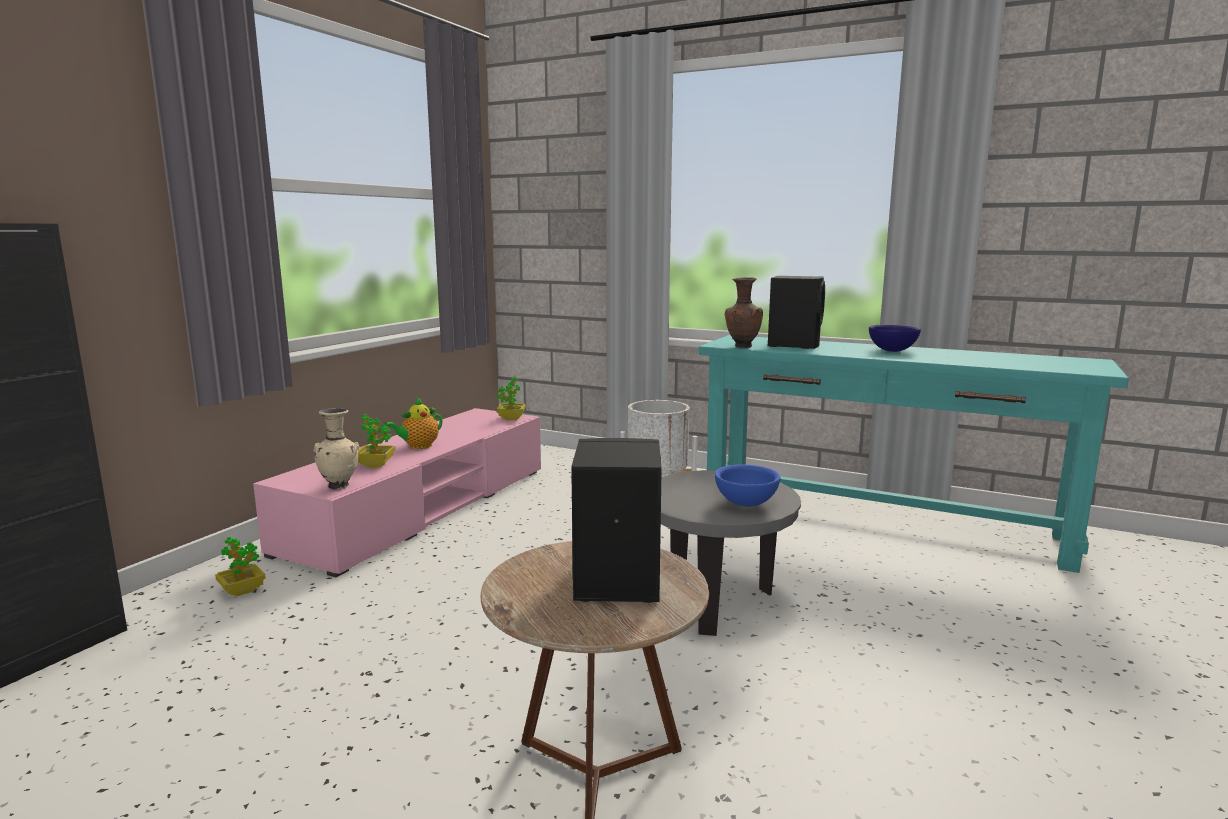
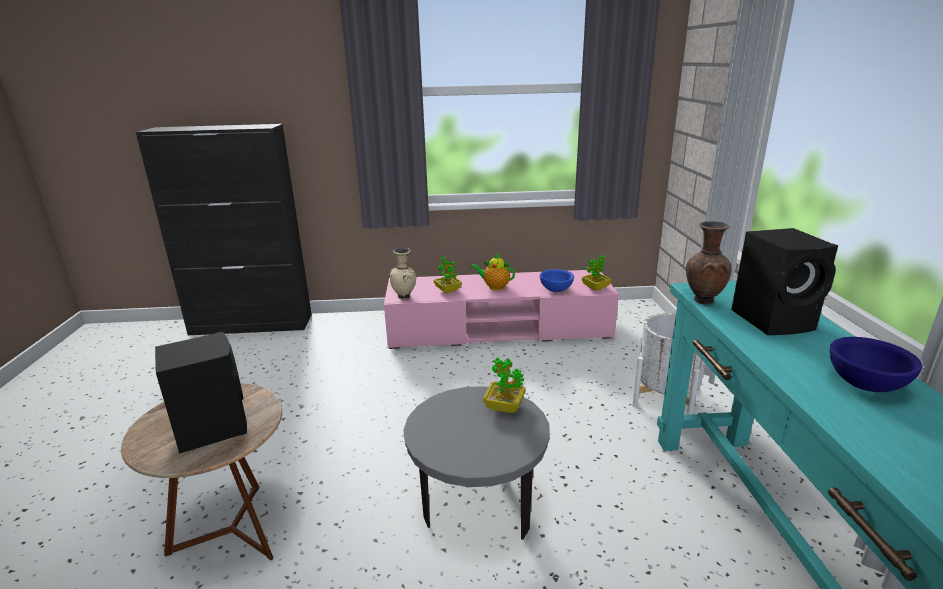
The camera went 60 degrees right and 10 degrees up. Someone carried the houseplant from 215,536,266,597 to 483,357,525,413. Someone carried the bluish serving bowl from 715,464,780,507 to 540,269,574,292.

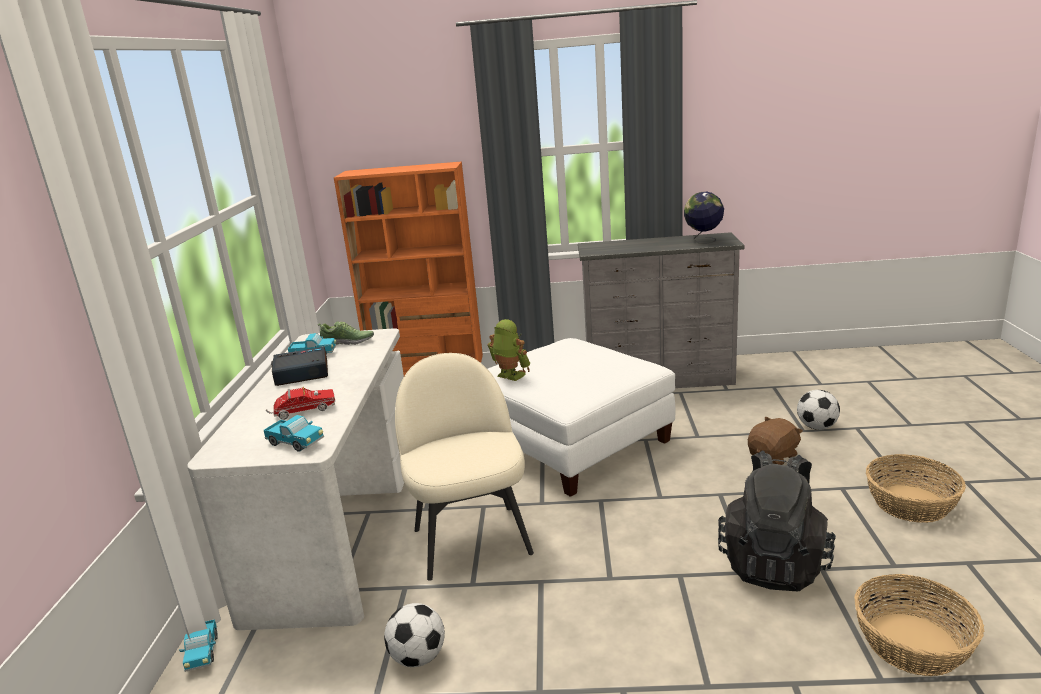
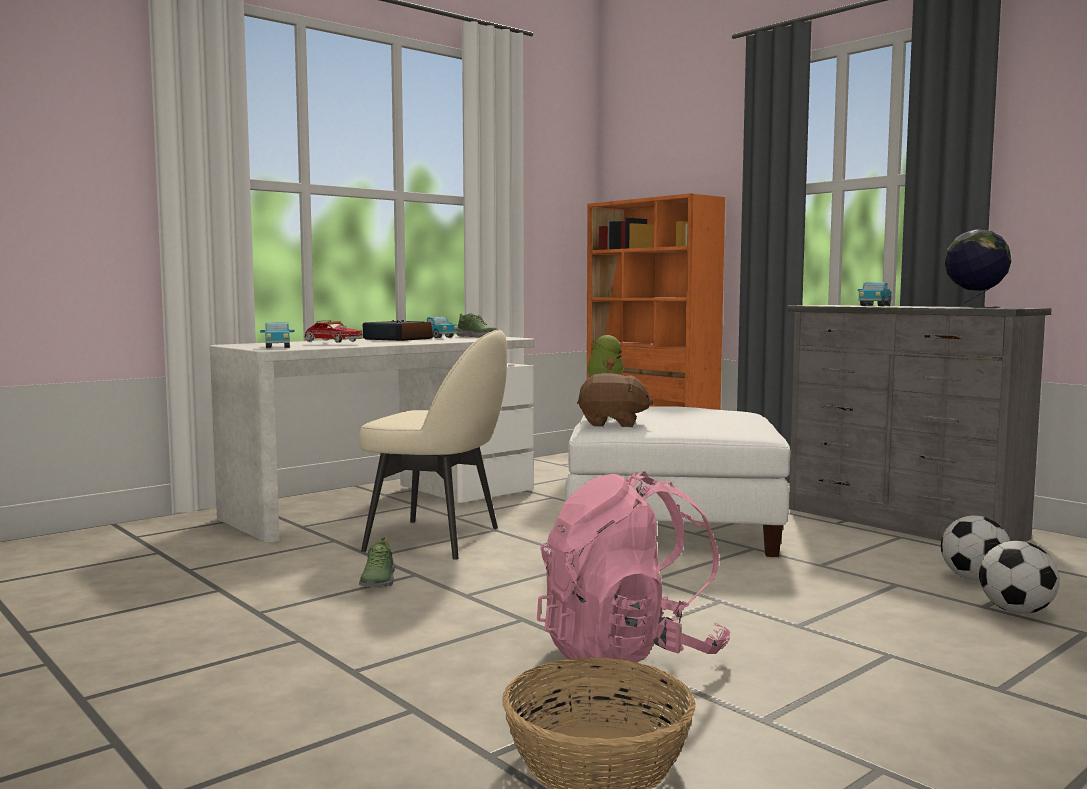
The camera went 45 degrees right and 15 degrees down. Someone took away the basket at 866,454,966,523. Someone put down the item of footwear at 359,537,395,588. Someone carried the model truck from 179,619,218,672 to 858,282,892,306. Someone carried the football from 384,603,445,667 to 941,516,1010,581. Someone carried the brown-coloured soft toy from 748,416,803,465 to 577,373,654,427. Someone repainted the black backpack at 718,451,836,591, which became the pink-coloured backpack at 537,471,731,670. Someone rotated the sand-coloured chair at 395,353,534,581 by 75 degrees clockwise.

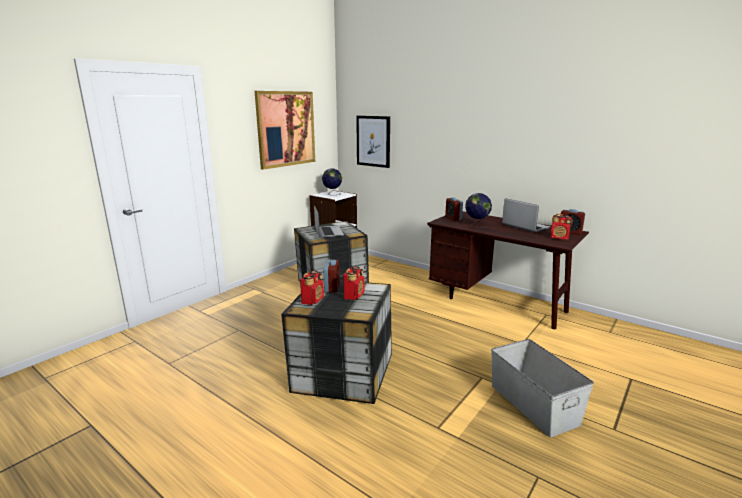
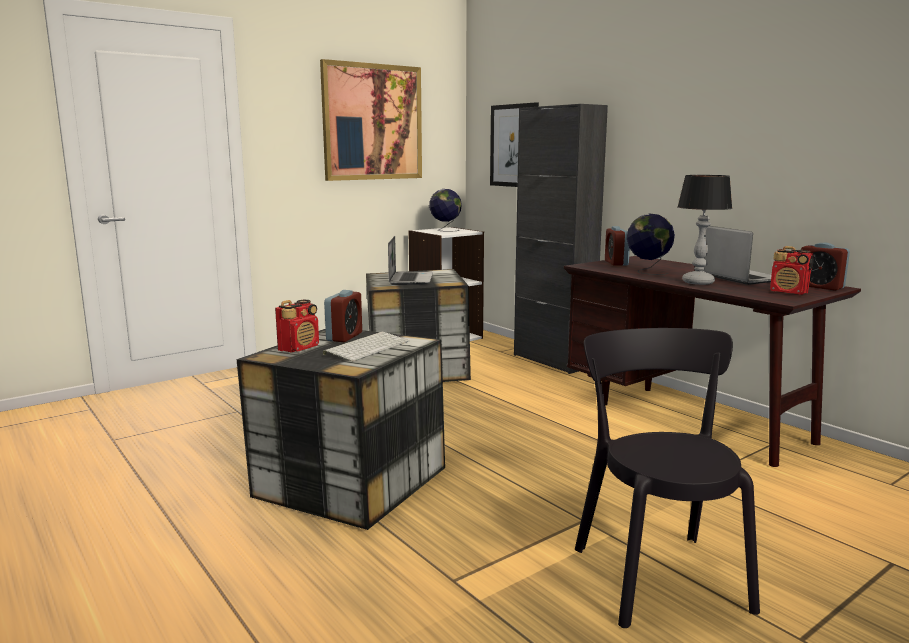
The camera went 15 degrees right and 5 degrees down. Someone put down the black cupboard at 514,104,608,374. Someone put down the table lamp at 677,175,732,285. Someone swapped the radio at 343,266,365,300 for the keyboard at 323,332,409,362. Someone swapped the greyish storage bin at 491,339,594,438 for the black chair at 575,328,760,628.

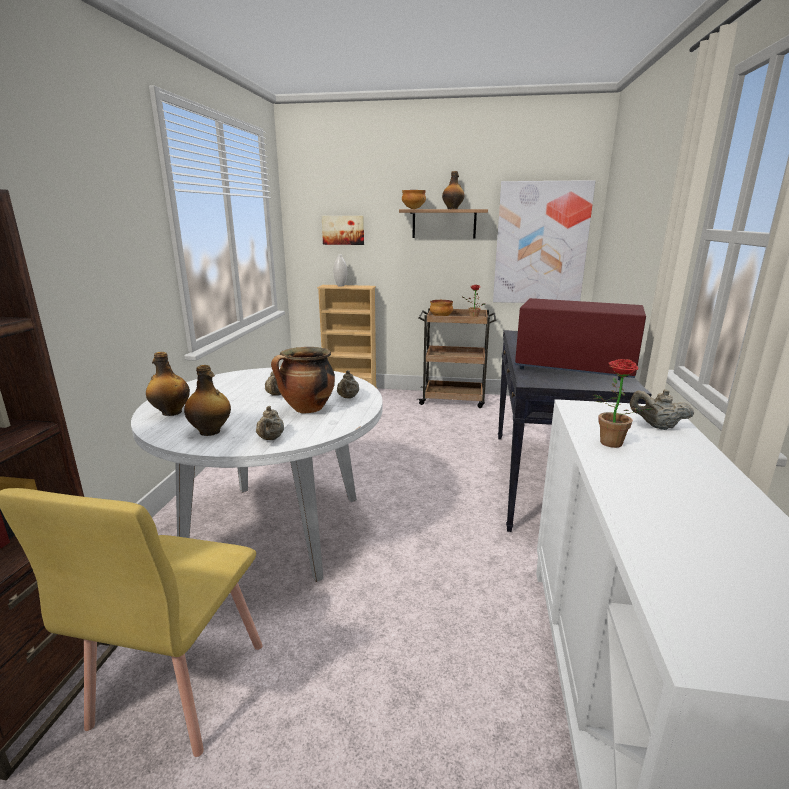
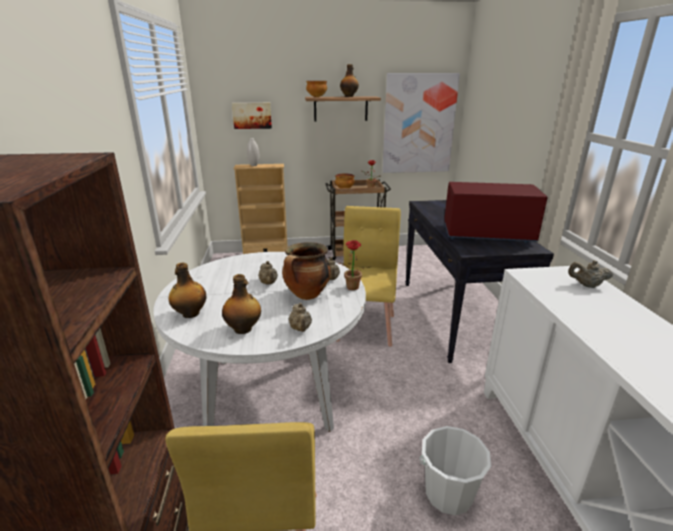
The camera went 15 degrees left and 5 degrees up. Someone put down the yellow chair at 337,206,401,346. Someone put down the whitish bucket at 419,426,491,516. Someone carried the houseplant from 593,359,654,448 to 338,240,369,290.

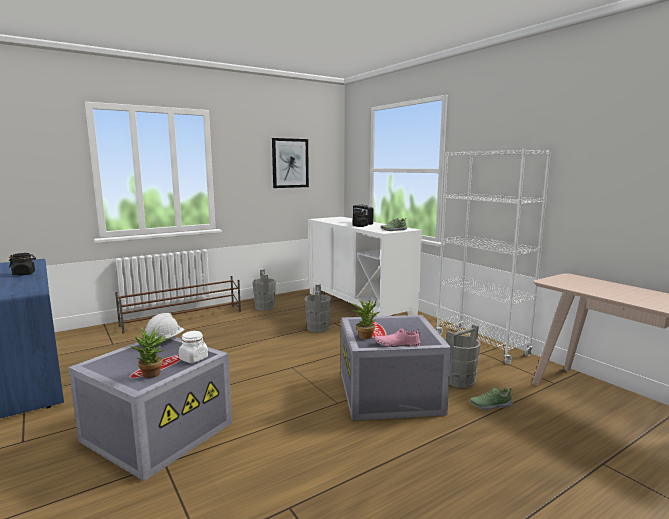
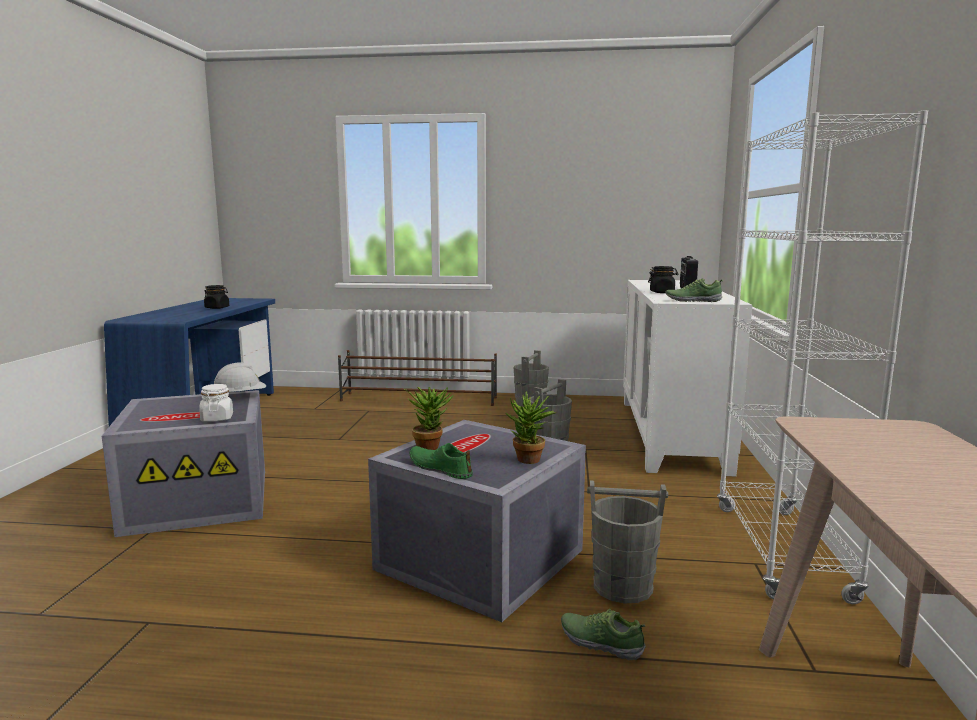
The camera went 40 degrees right and 0 degrees up. Someone took away the picture at 272,138,309,188. Someone carried the houseplant from 130,327,170,378 to 506,392,557,464. Someone repainted the pink-coloured item of footwear at 374,328,421,347, which became the green-coloured item of footwear at 409,443,473,479.

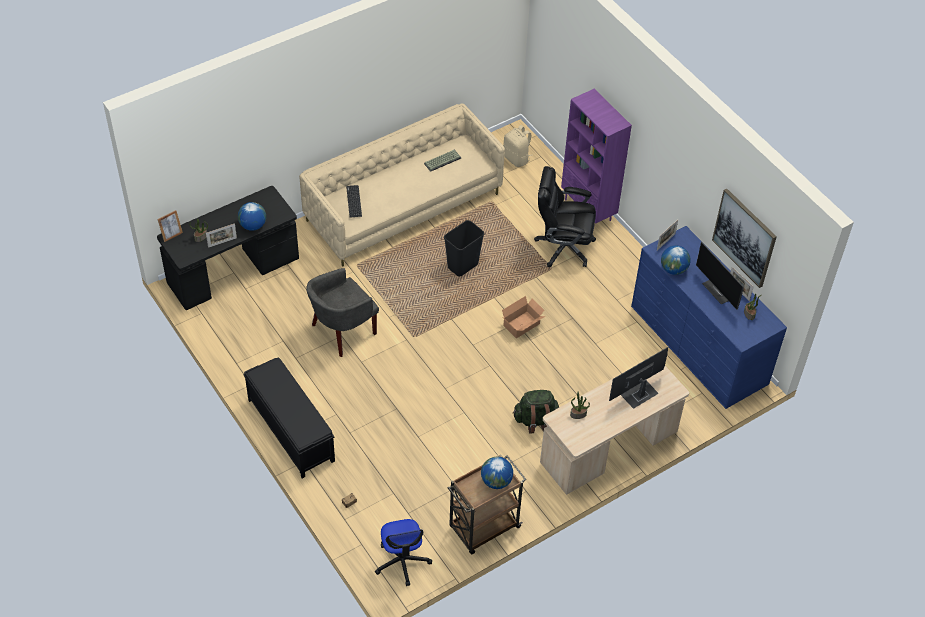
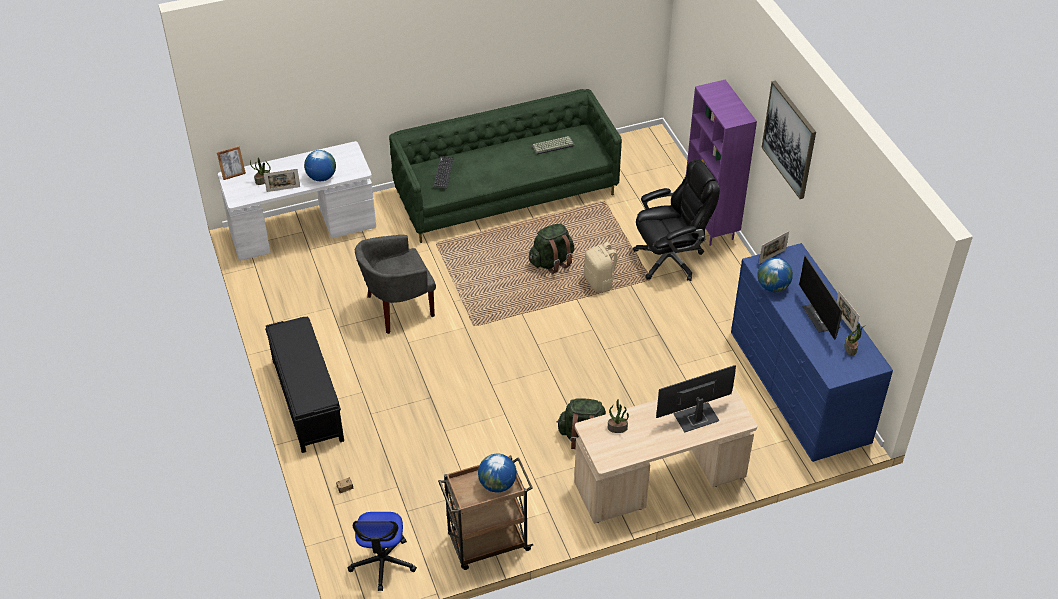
The camera went 15 degrees right and 5 degrees down. Someone took away the cardboard box at 502,296,545,339. Someone carried the sand-coloured backpack from 503,125,532,167 to 584,242,620,293. Someone carried the picture from 712,188,777,288 to 761,80,816,199. Someone swapped the black waste bin at 444,220,484,276 for the green-coloured backpack at 529,223,574,274. Someone repainted the black desk at 157,186,299,310, which became the whitish desk at 218,141,376,261. Someone repainted the sand-coloured settee at 299,103,505,267, which became the green-coloured settee at 389,89,622,243. Someone rotated the black office chair at 534,166,596,267 by 135 degrees clockwise.

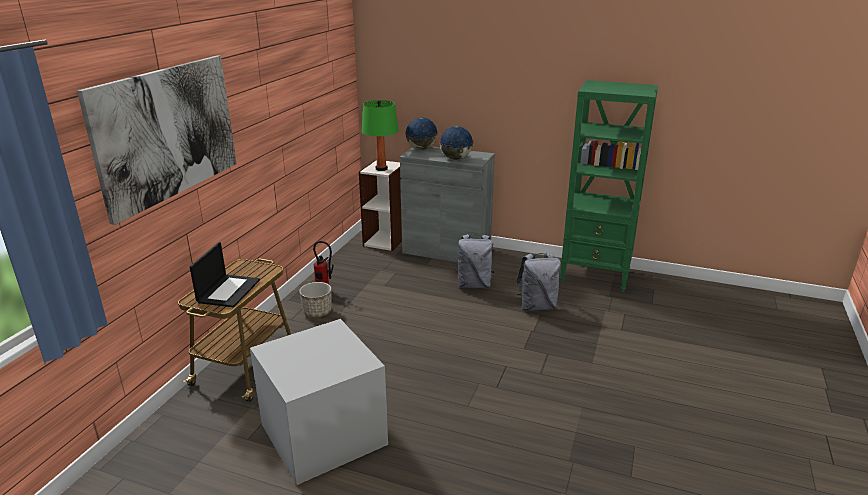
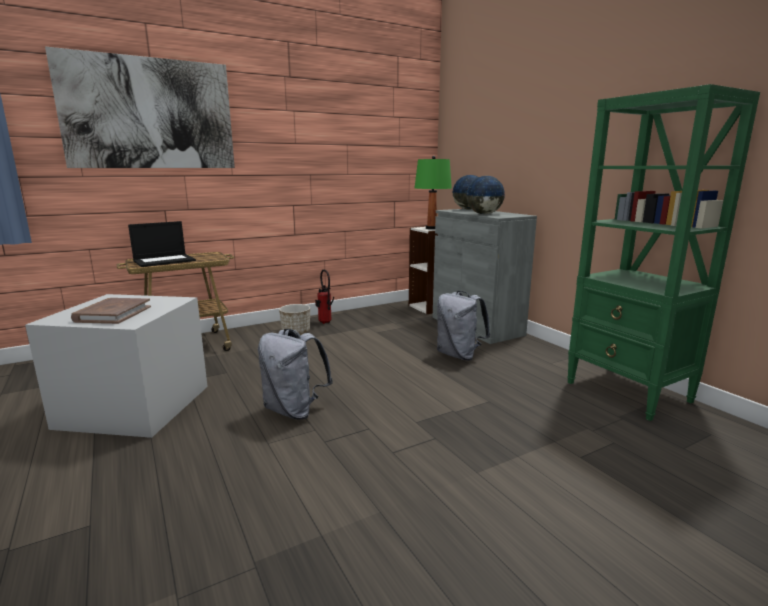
The camera went 40 degrees right and 10 degrees down. Someone put down the brown-coloured book at 71,298,151,324. Someone carried the greyish backpack from 516,252,561,311 to 258,329,333,420.

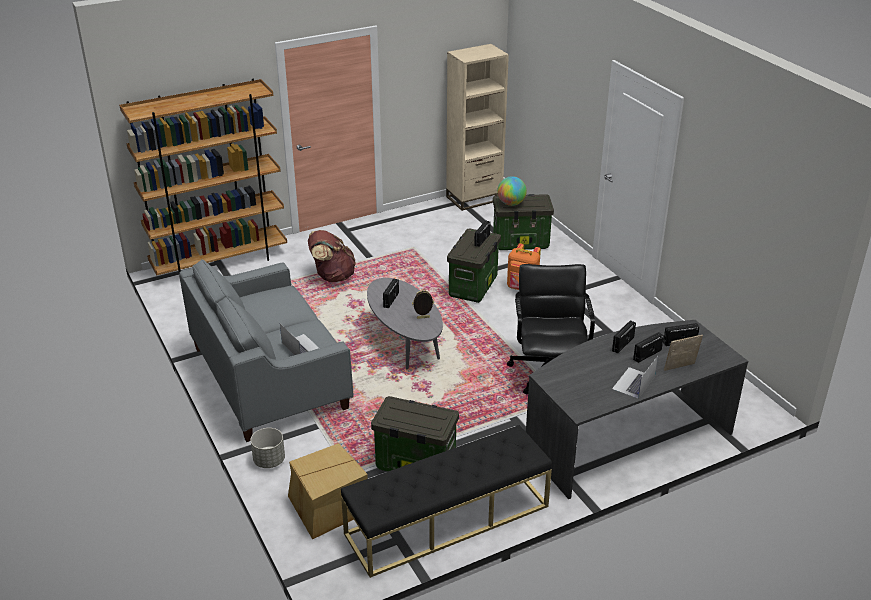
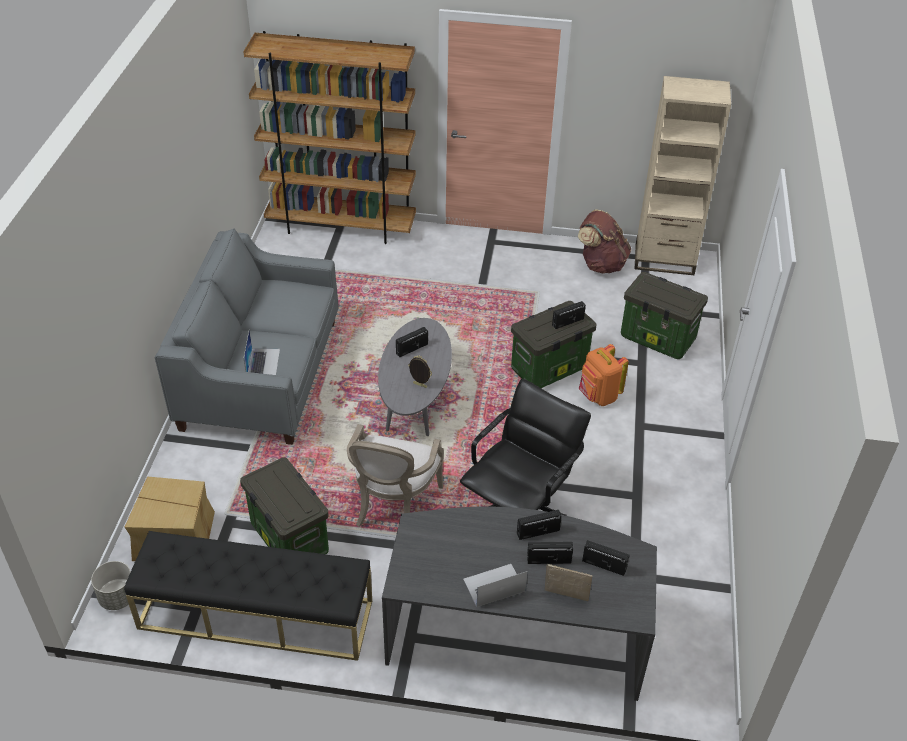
The camera went 35 degrees right and 10 degrees up. Someone took away the globe at 497,176,527,206. Someone put down the armchair at 347,424,444,527. Someone carried the greyish flower pot from 250,428,285,468 to 91,561,131,610. Someone carried the brown-coloured backpack from 308,230,356,282 to 578,210,631,273.

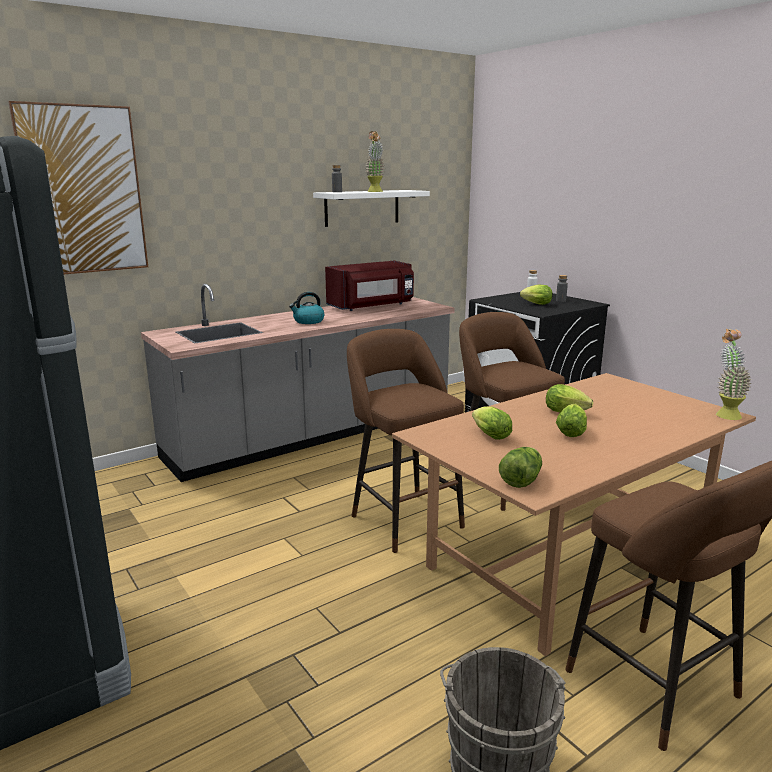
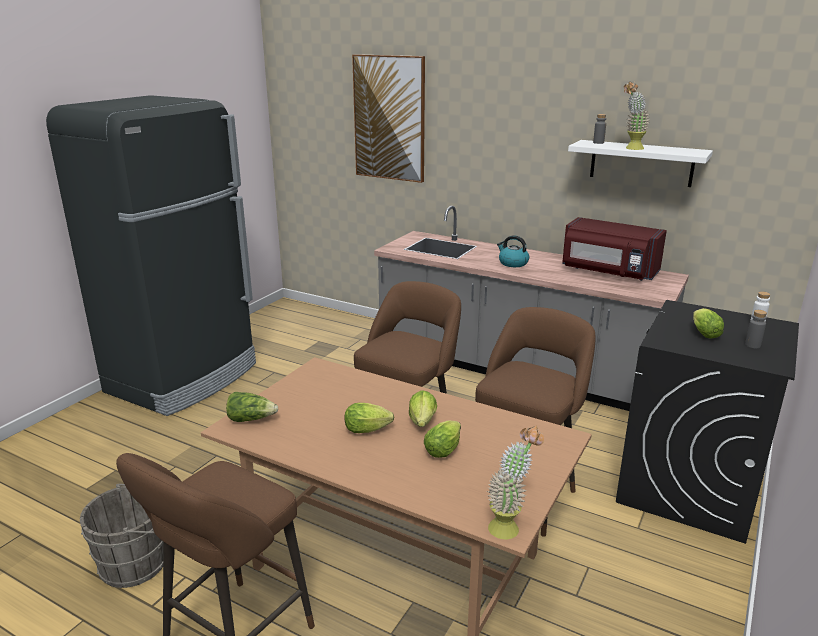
The camera went 65 degrees right and 5 degrees up. Someone carried the lettuce head from 472,407,512,440 to 424,420,461,458.

